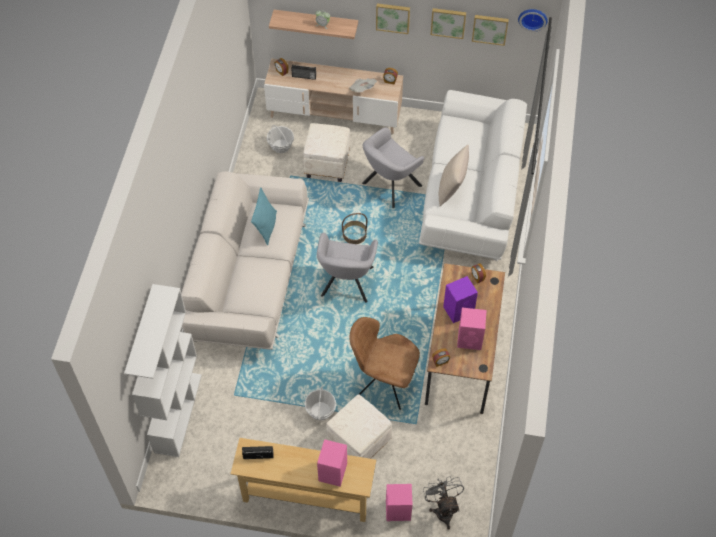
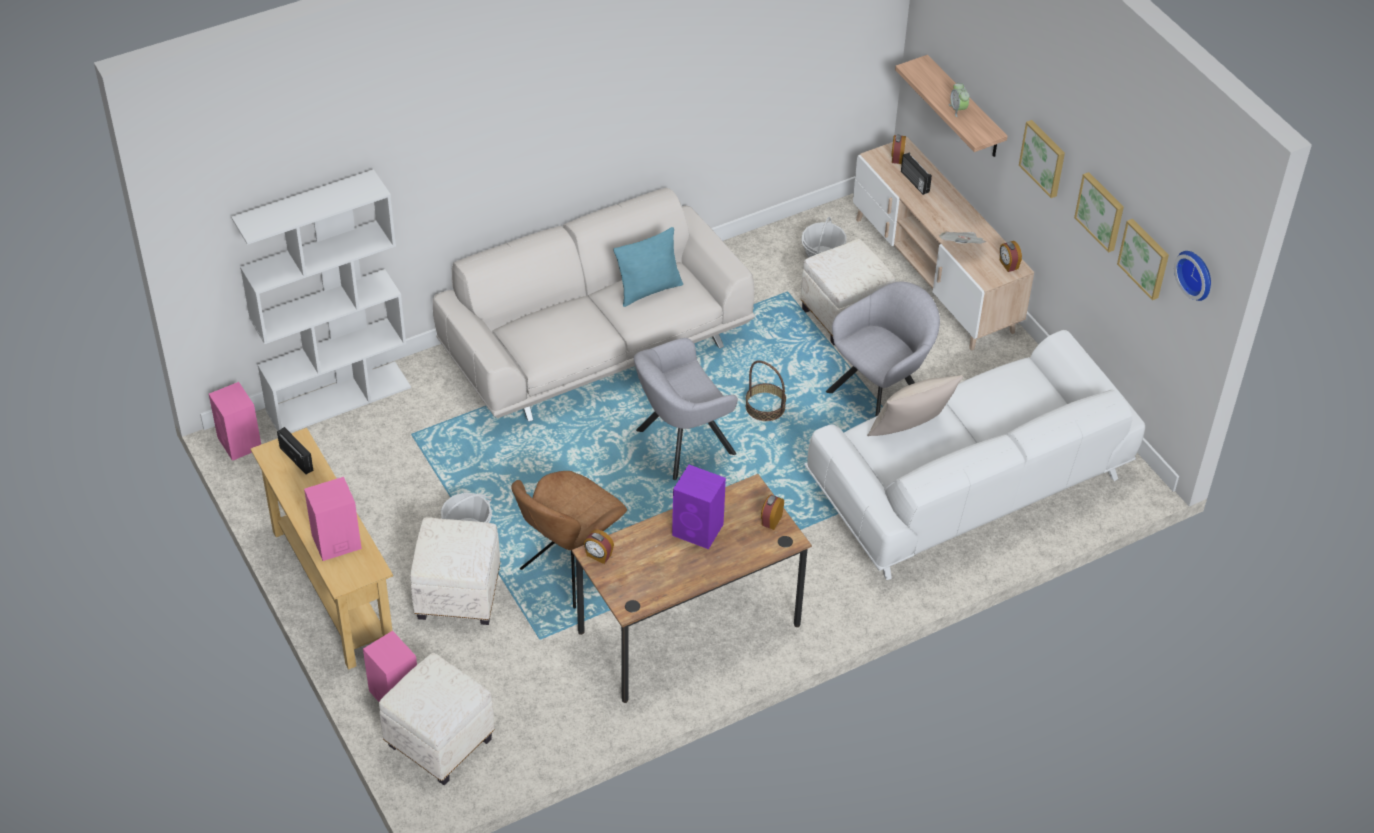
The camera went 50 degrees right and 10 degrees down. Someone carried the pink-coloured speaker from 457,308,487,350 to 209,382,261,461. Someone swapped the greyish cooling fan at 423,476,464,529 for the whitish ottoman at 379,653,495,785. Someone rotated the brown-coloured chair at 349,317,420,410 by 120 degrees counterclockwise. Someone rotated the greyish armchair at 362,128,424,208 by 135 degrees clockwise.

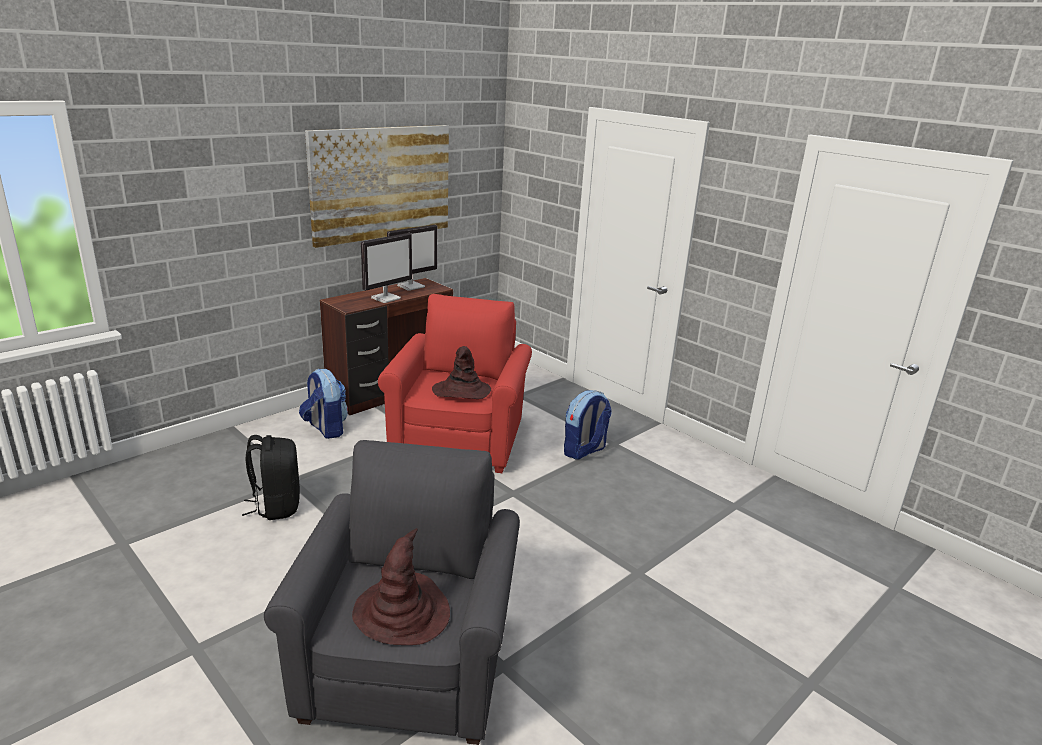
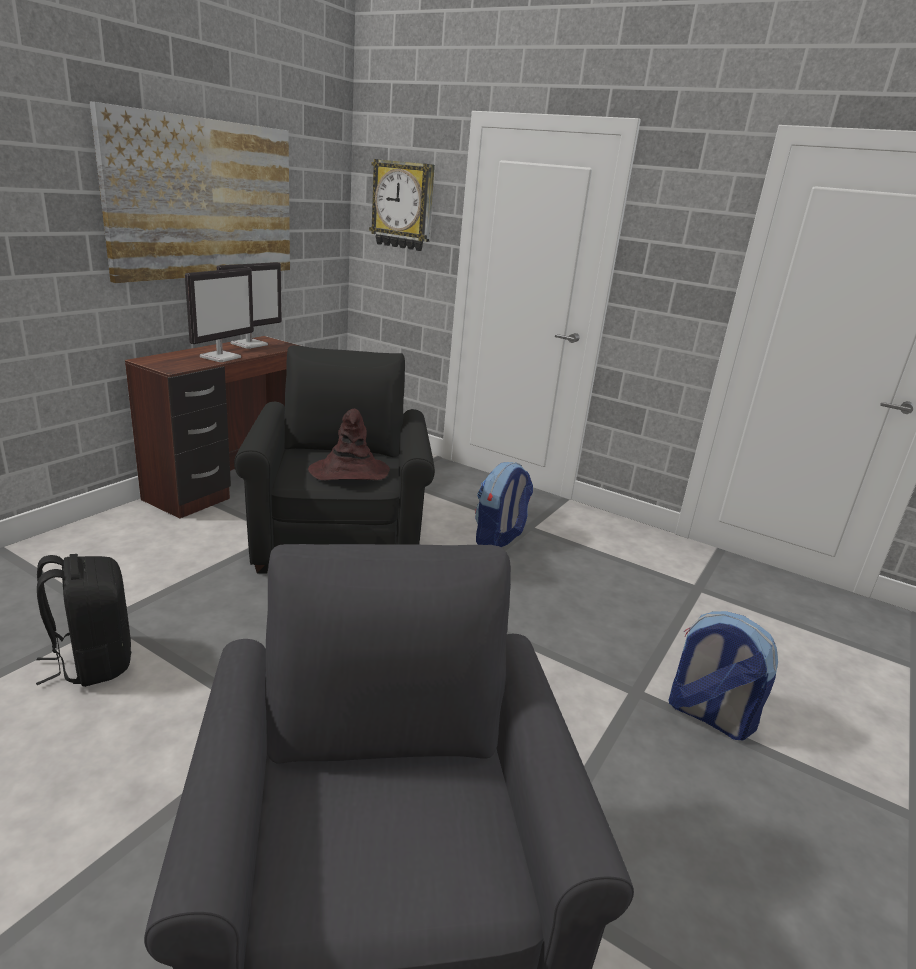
The camera went 15 degrees left and 0 degrees up. Someone took away the brown-coloured wearable hat at 352,528,450,645. Someone put up the hanging clock at 369,159,435,251. Someone carried the backpack from 299,369,348,439 to 668,611,778,740. Someone repainted the reddish armchair at 378,294,532,473, which became the black armchair at 234,345,435,574.

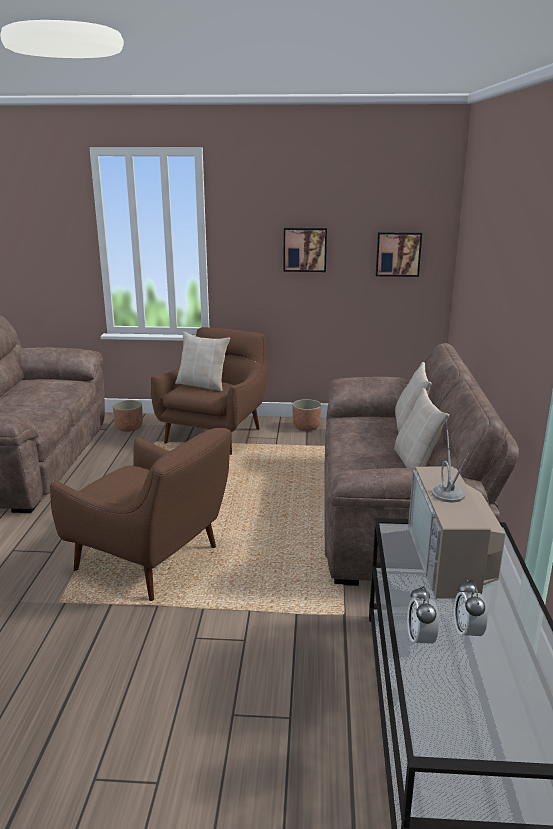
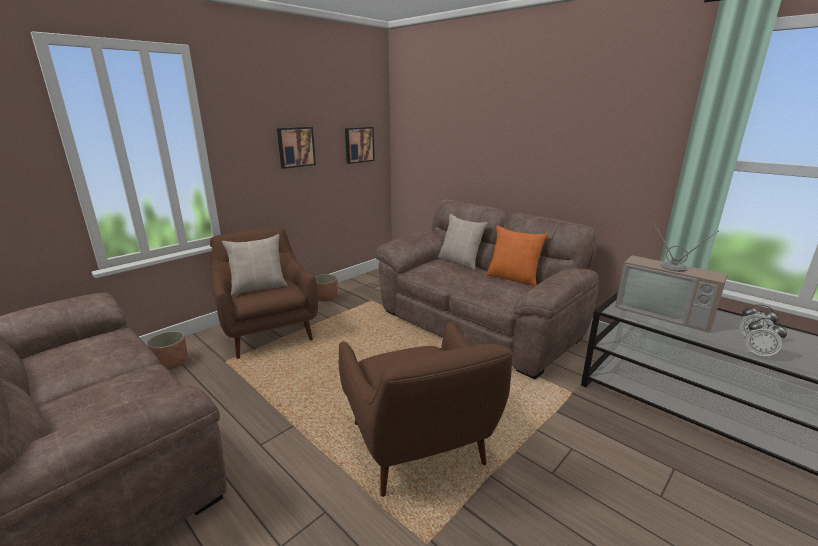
The camera went 50 degrees left and 0 degrees up. Someone repainted the sand-coloured pillow at 394,388,449,468, which became the orange-coloured pillow at 486,225,548,286. Someone rotated the brown-coloured armchair at 50,428,231,601 by 90 degrees clockwise.

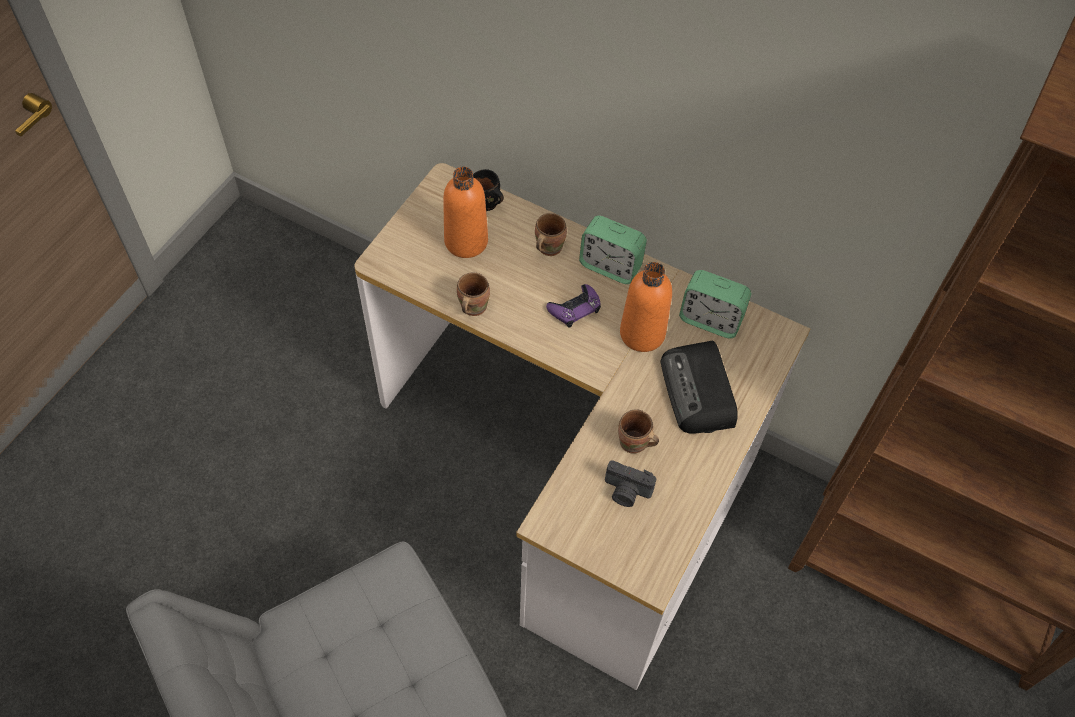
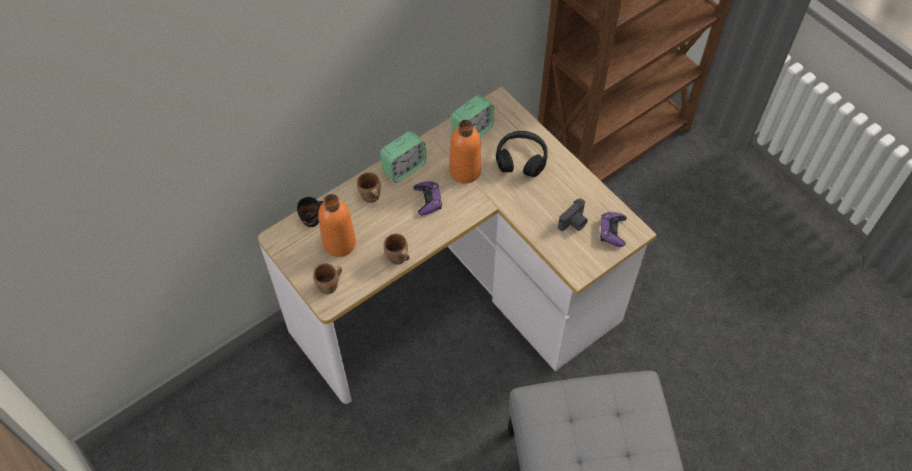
The camera went 65 degrees left and 0 degrees up. Someone put down the purple game controller at 600,212,627,247. Someone carried the brown-coloured tea mug from 618,409,659,453 to 313,263,342,294. Someone swapped the radio at 660,341,738,434 for the black headset at 496,131,548,177.

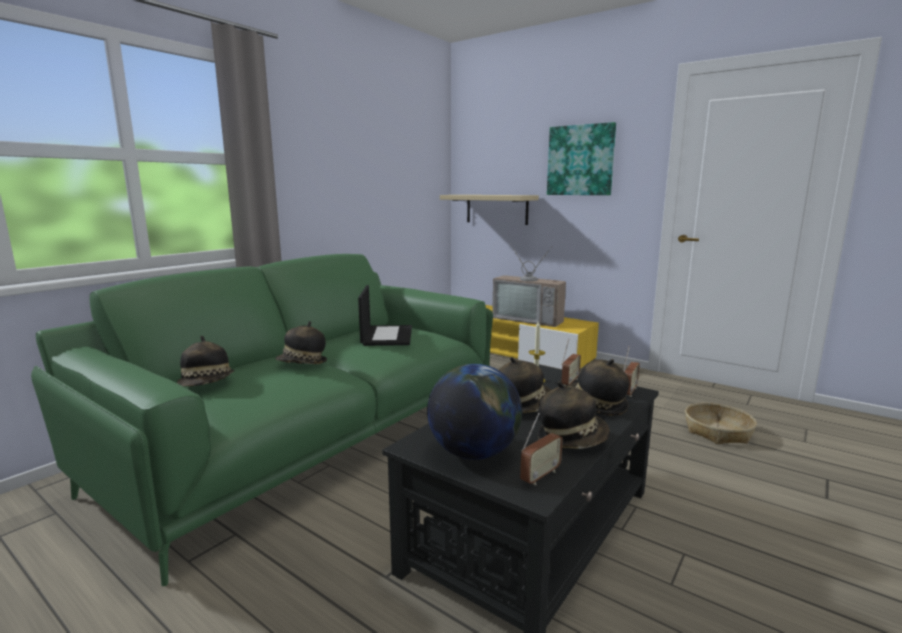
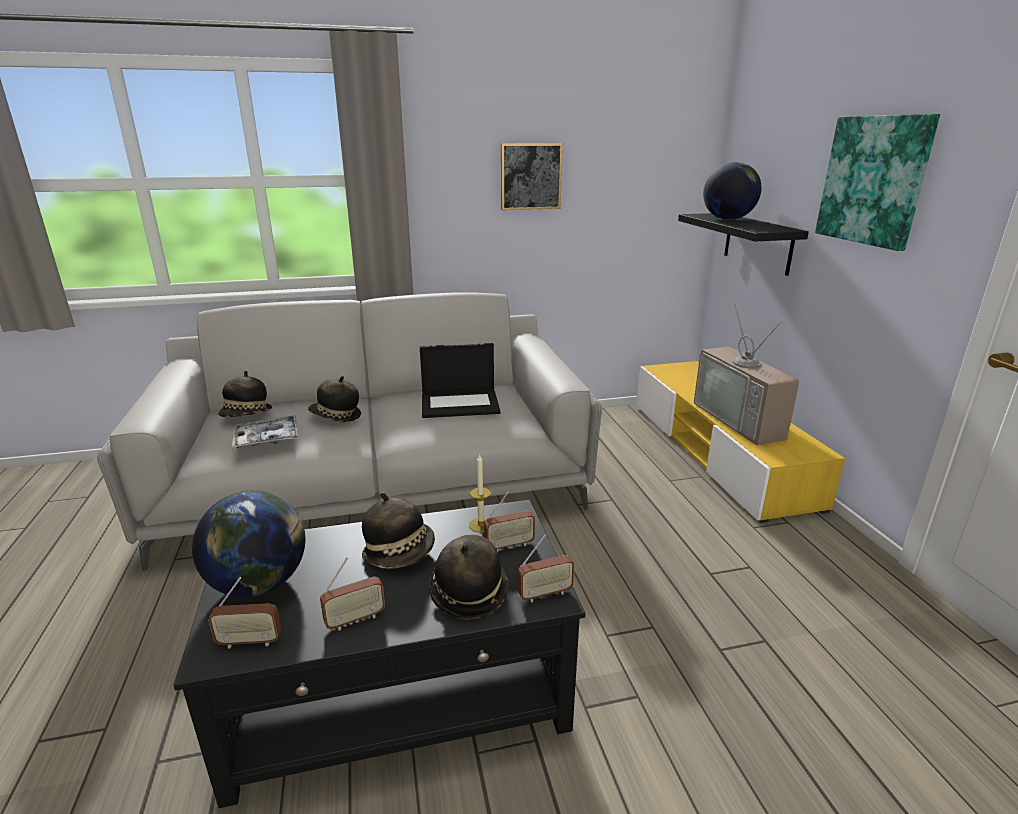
The camera went 40 degrees right and 10 degrees up. Someone took away the basket at 685,403,757,444. Someone put down the carrying tray at 232,415,298,448. Someone put up the picture at 501,143,563,210. Someone put down the globe at 703,162,761,220. Someone swapped the wearable hat at 538,381,610,449 for the radio at 320,557,385,630. Someone repainted the green-coloured settee at 31,254,493,586, which became the greyish settee at 97,292,602,571. Someone repainted the sand-coloured bracket shelf at 440,195,539,225, which became the black bracket shelf at 678,213,809,276. Someone rotated the portable computer at 358,285,412,346 by 45 degrees clockwise.

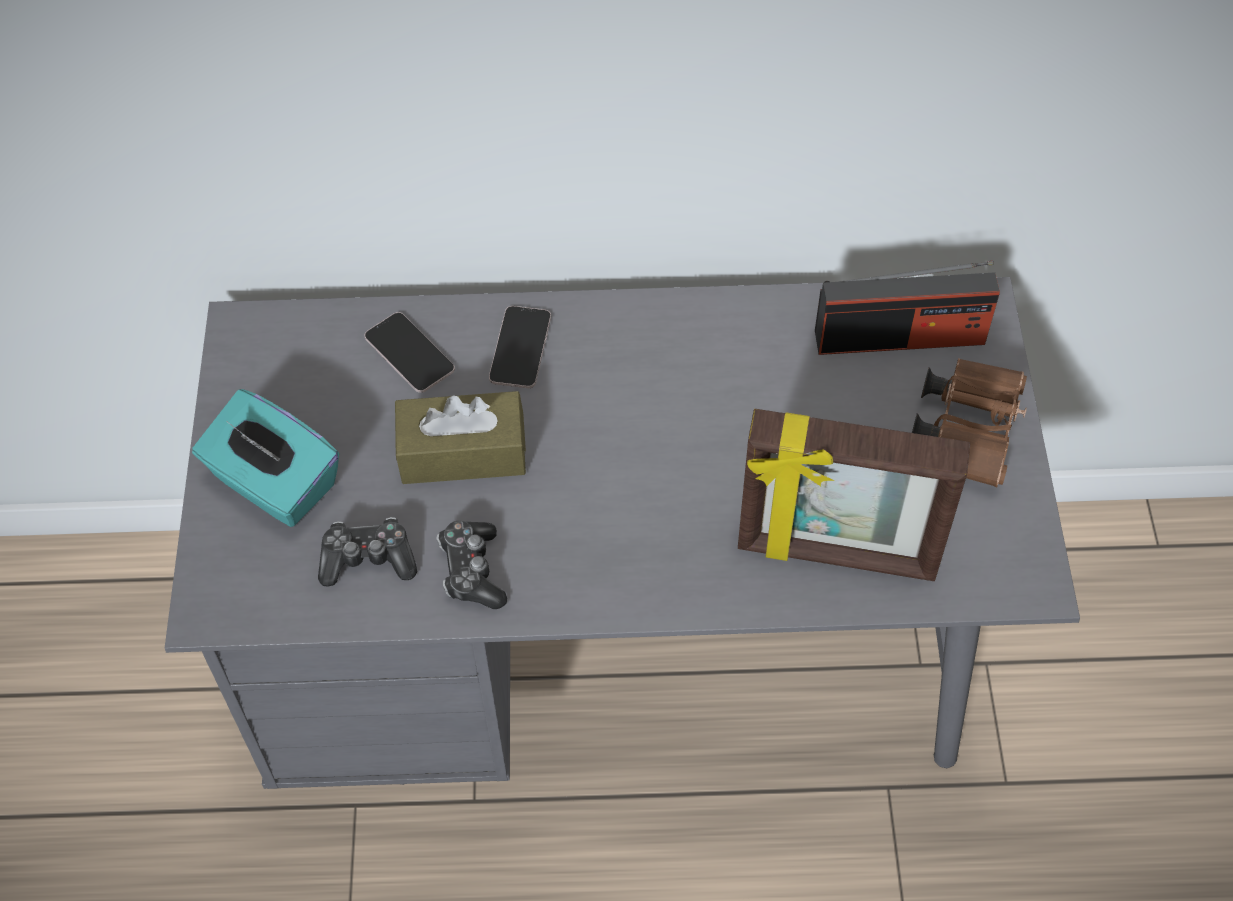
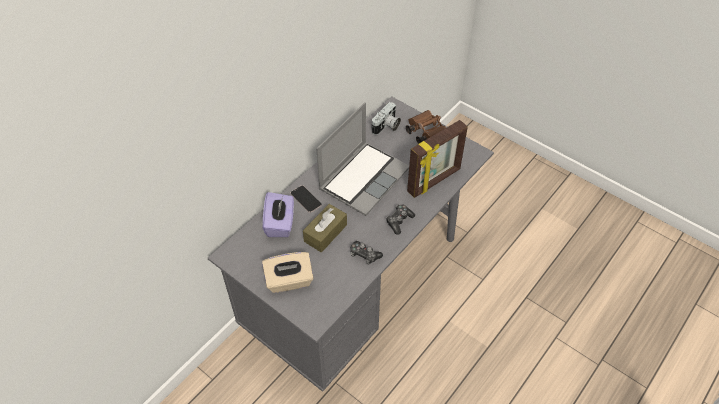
The camera went 50 degrees left and 5 degrees down. Someone put down the portable computer at 316,102,409,216. Someone carried the game controller from 318,517,417,587 to 386,205,415,235. Someone swapped the telephone at 364,312,455,393 for the purple tissue box at 262,192,294,237. Someone swapped the radio at 815,261,1000,355 for the still camera at 372,102,401,135. Someone repainted the turquoise-coloured tissue box at 192,389,339,527, which became the sand-coloured tissue box at 262,252,314,293.

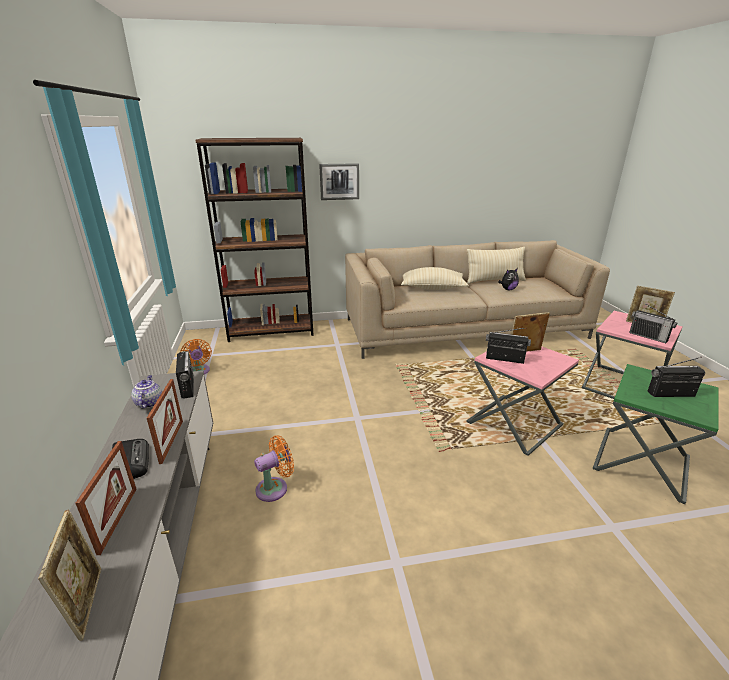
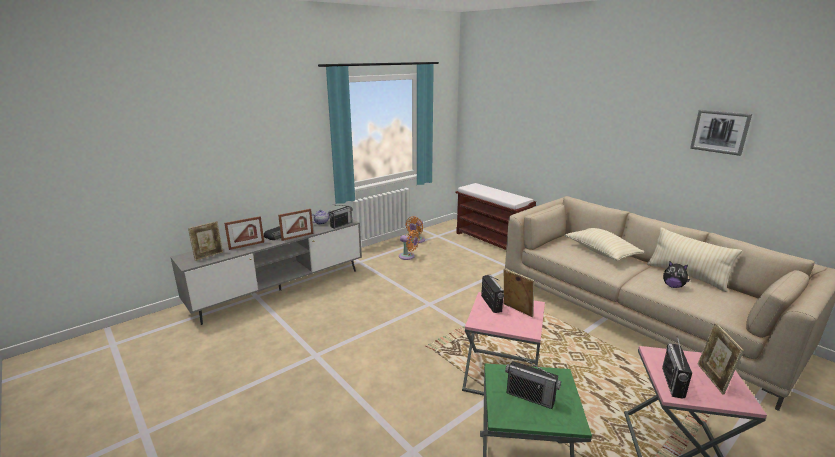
The camera went 60 degrees right and 5 degrees down. Someone carried the orange-coloured cooling fan from 254,435,294,502 to 399,230,419,260. Someone carried the picture from 319,163,359,200 to 690,110,752,156. Someone swapped the brown-coloured bookcase at 195,138,314,342 for the brown-coloured indoor bench at 455,183,536,250. Someone rotated the radio at 647,357,705,397 by 150 degrees clockwise.

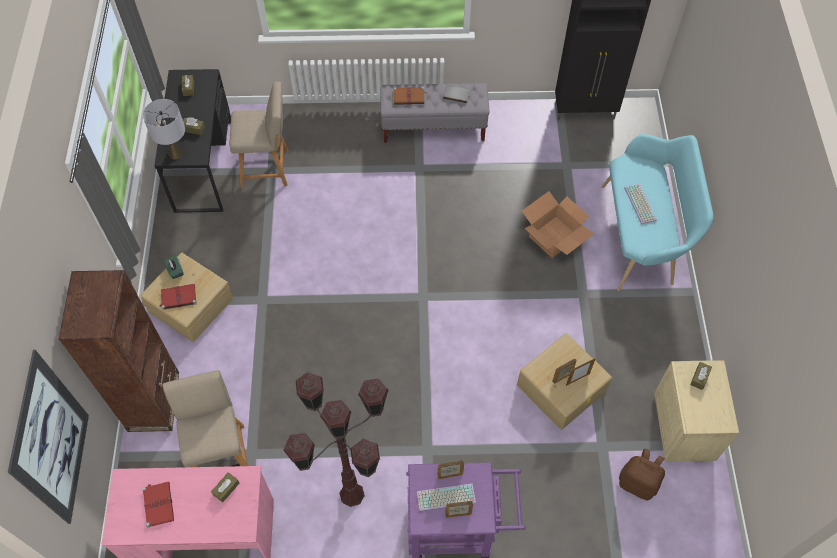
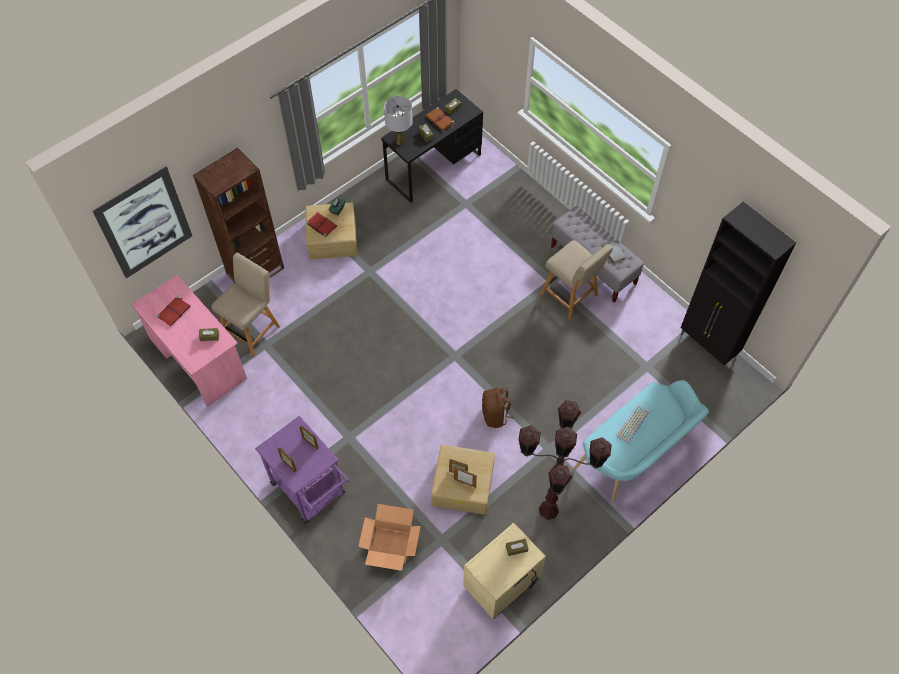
The camera went 50 degrees right and 0 degrees up. Someone took away the keyboard at 417,483,476,511. Someone carried the sand-coloured chair from 229,82,288,188 to 541,240,613,319. Someone carried the brown-coloured standard lamp from 283,372,389,507 to 518,400,612,520. Someone carried the brown-coloured book from 394,87,427,105 to 425,107,454,131. Someone carried the cardboard box from 522,191,594,258 to 358,504,421,571. Someone carried the brown-coloured backpack from 619,448,665,500 to 482,387,514,428.

